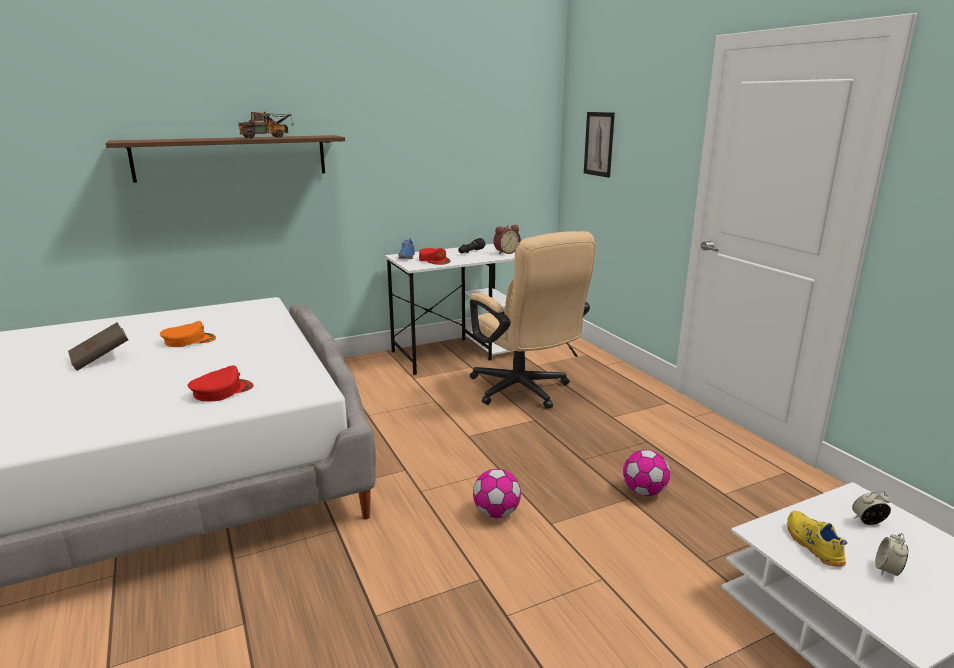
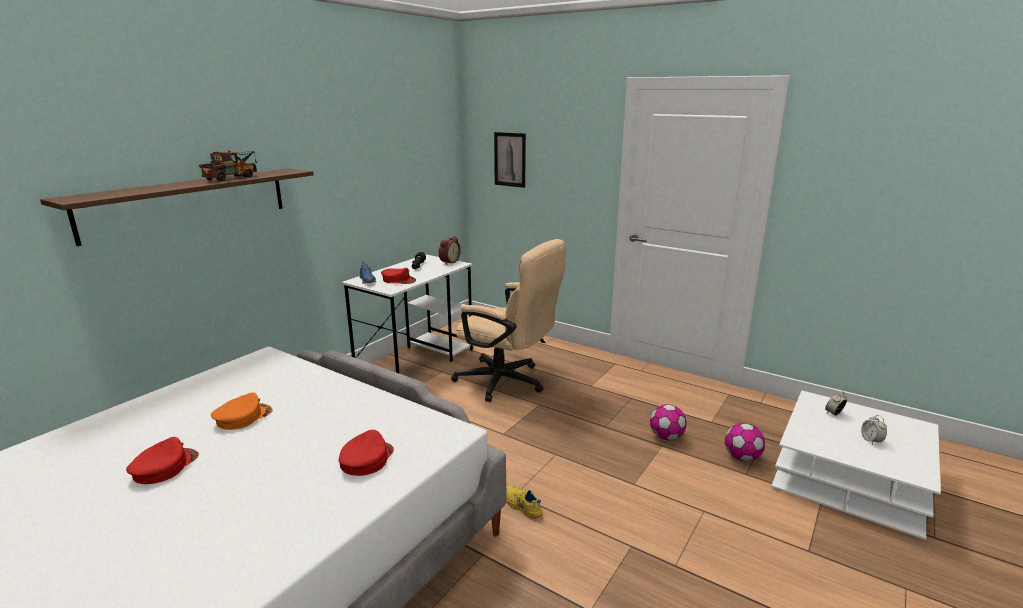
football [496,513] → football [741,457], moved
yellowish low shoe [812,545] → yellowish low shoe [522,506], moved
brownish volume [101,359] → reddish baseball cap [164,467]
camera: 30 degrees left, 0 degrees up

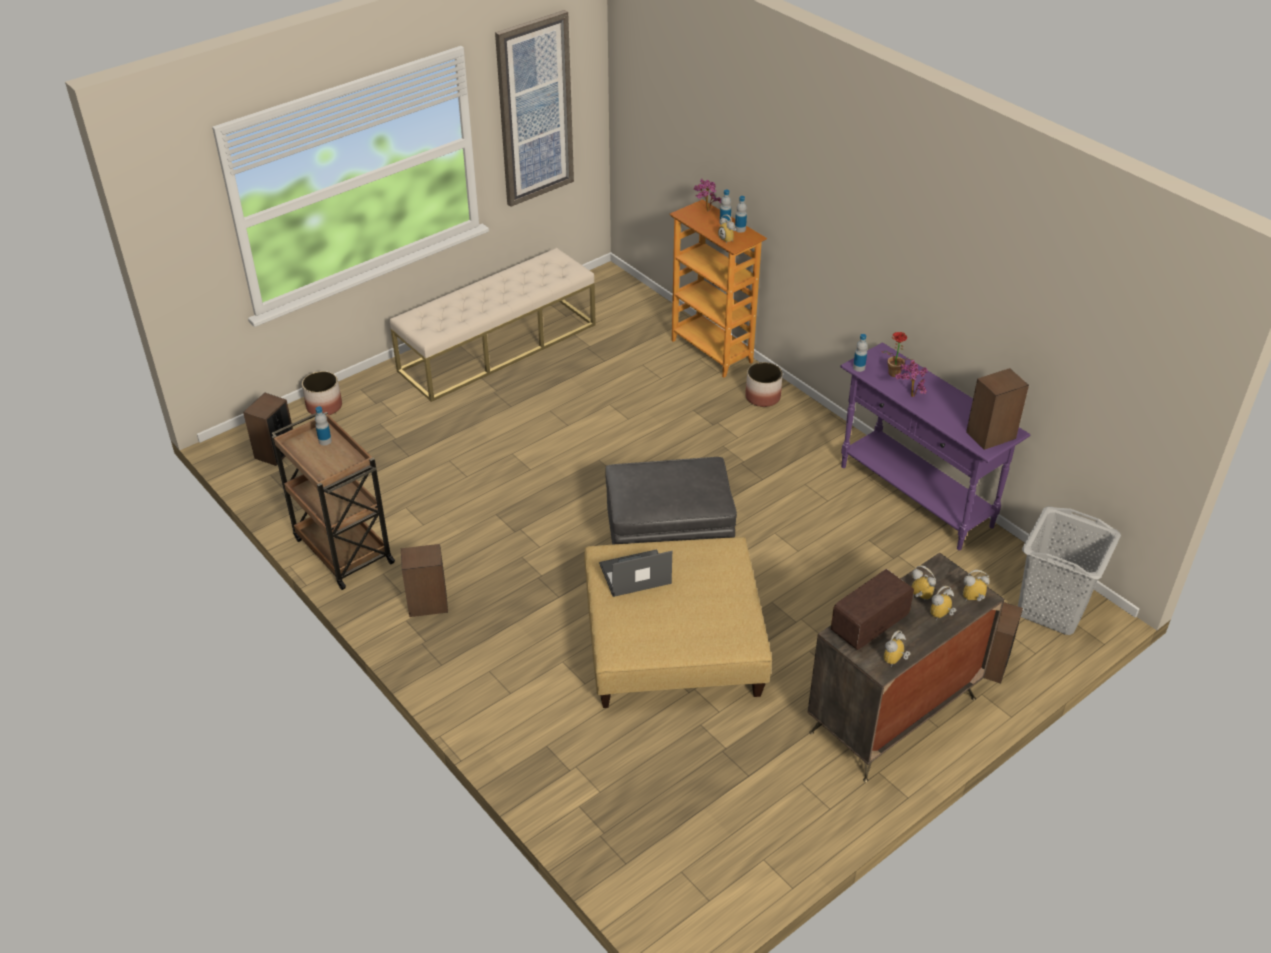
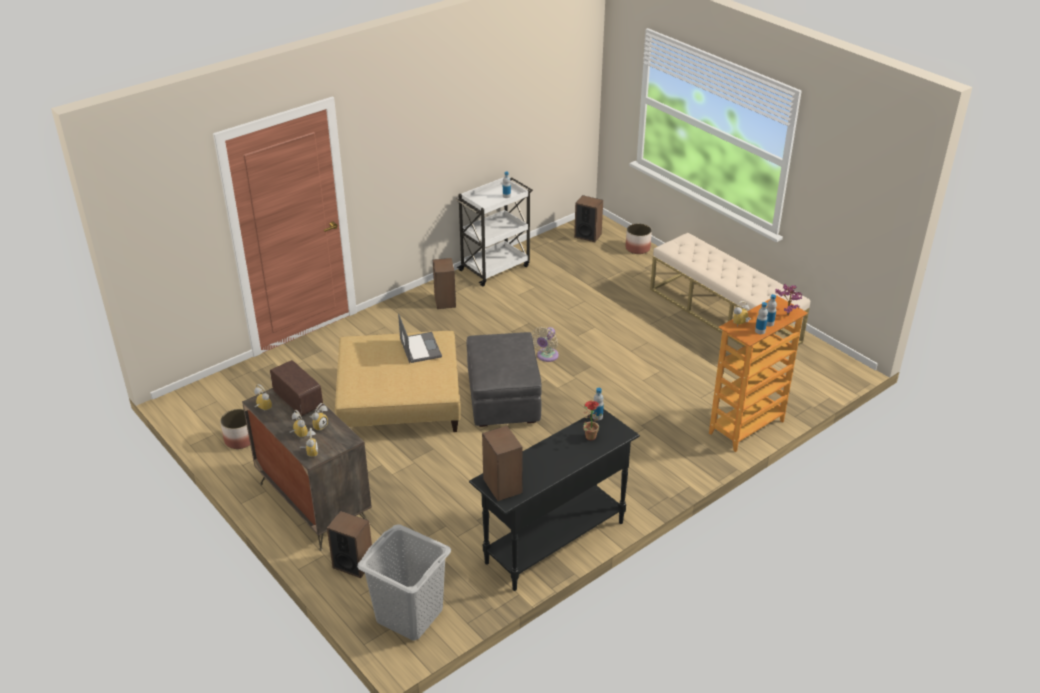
picture [534,110] → -
plant in a pot [909,396] → -
- → beige fan [546,356]
planter [763,397] → planter [240,440], moved
brownish trolley [342,549] → white trolley [495,267]
purplish hall table [915,497] → black-coloured hall table [554,542]
camera: 90 degrees right, 5 degrees down

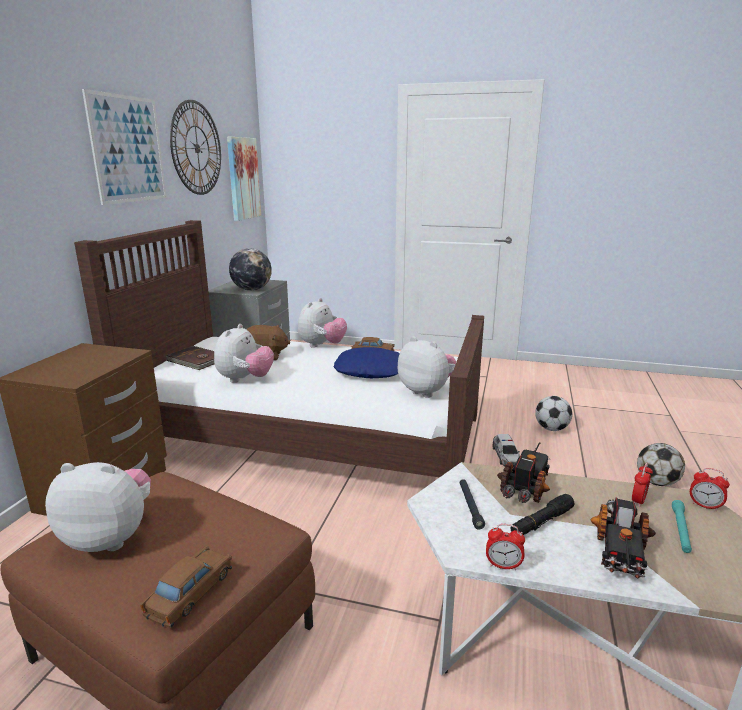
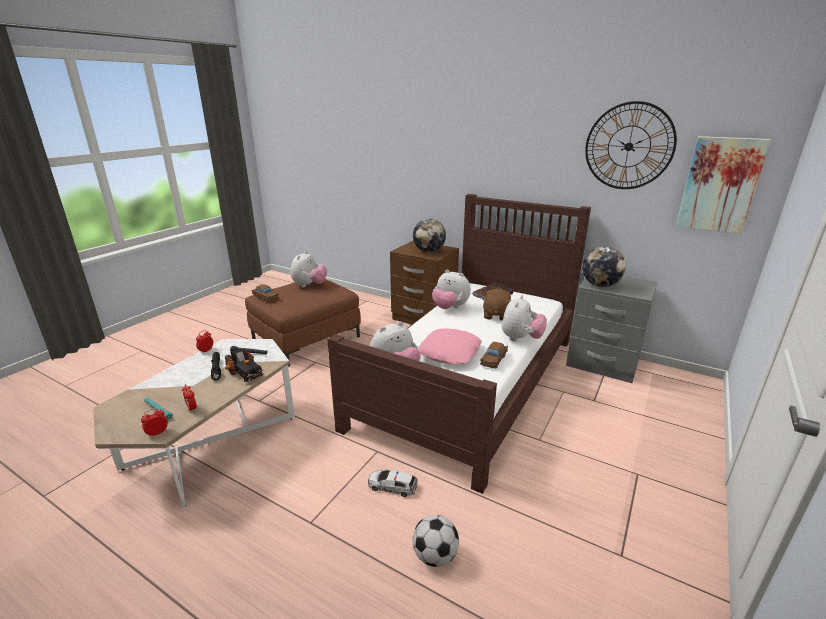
picture [128,149] → -
model truck [619,550] → -
football [656,482] → -
- → globe [429,251]
blue-coloured throw pillow [370,370] → pink throw pillow [450,352]
cuddly toy [322,345] → cuddly toy [521,339], 105 degrees counterclockwise
camera: 105 degrees right, 5 degrees up

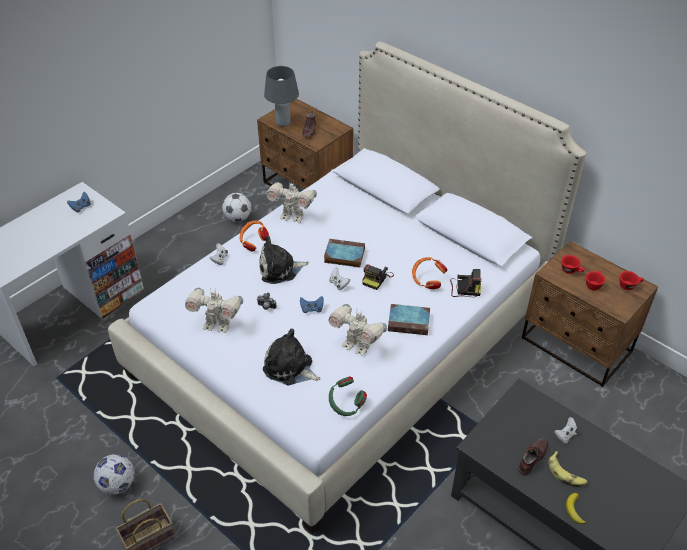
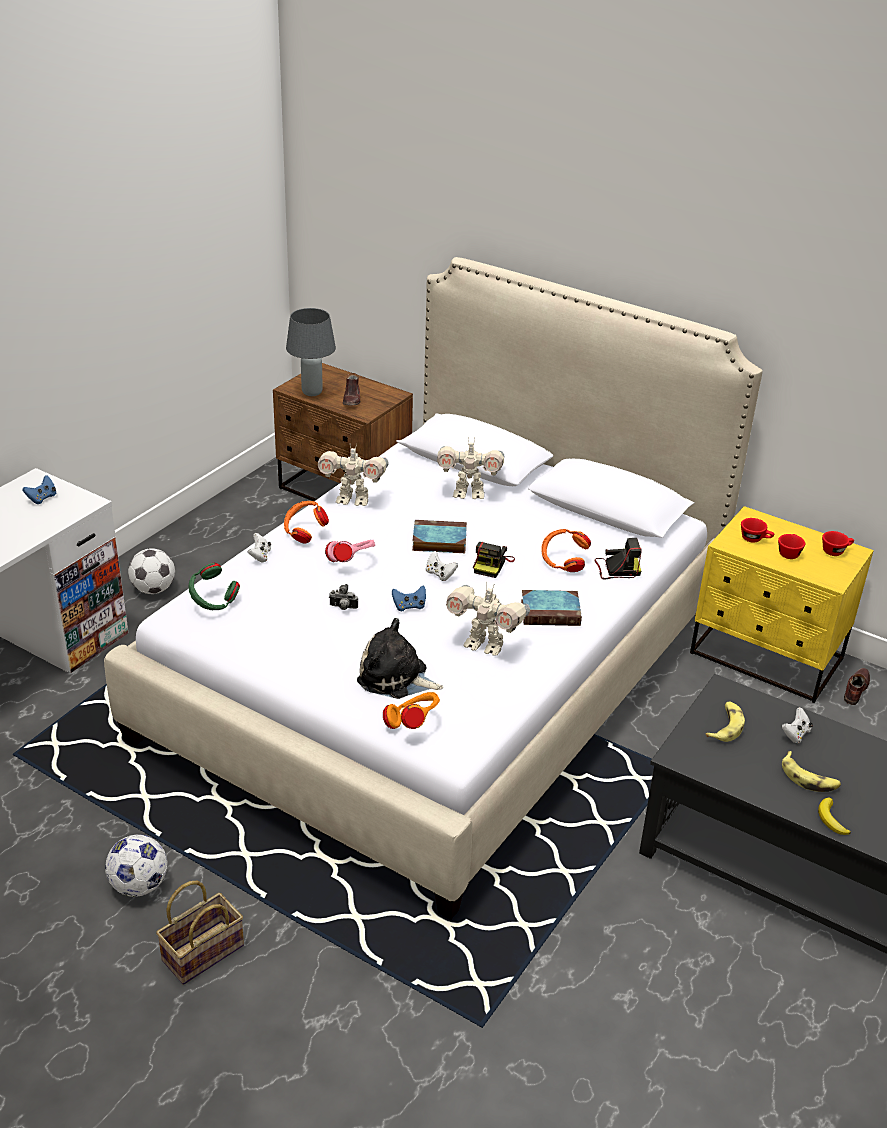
- → orangey pair of headphones [413,723]
- → banana fruit [725,726]
robot figure [217,325] → robot figure [468,493], moved
football [238,218] → football [153,589], moved
greenish pair of headphones [346,405] → greenish pair of headphones [213,603], moved
brownish low shoe [532,458] → brownish low shoe [855,689], moved
cuddly toy [280,269] → pink pair of headphones [351,562]
brownish bedside table [576,346] → yellowish bedside table [766,657]
camera: 10 degrees left, 10 degrees down

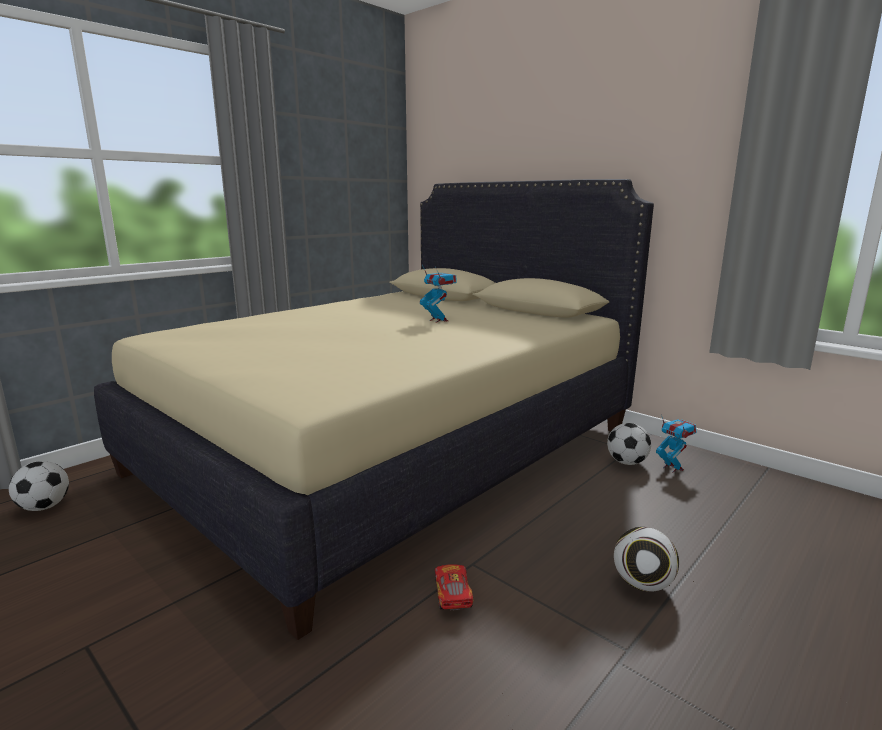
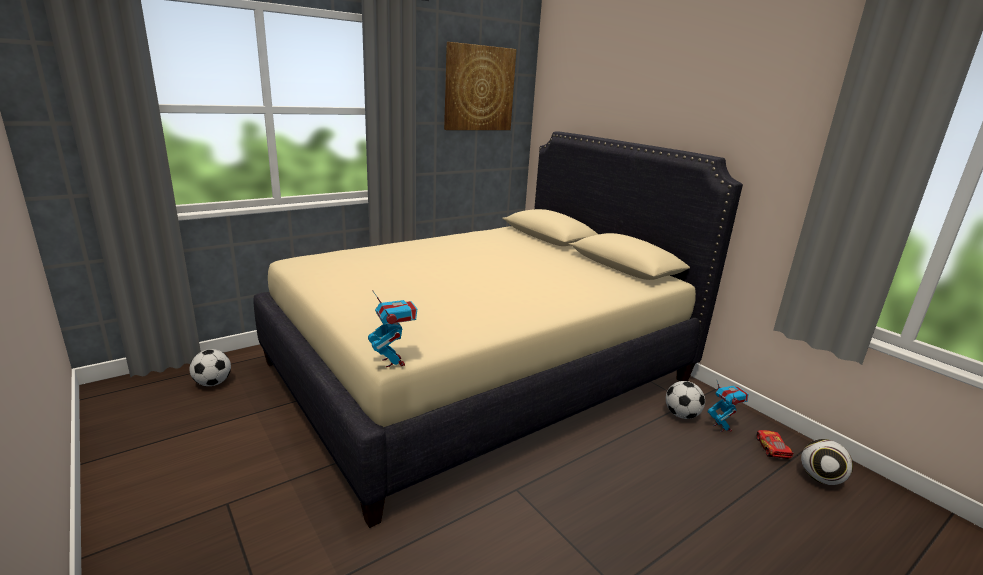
- → picture [479,88]
robot figure [438,320] → robot figure [393,361], moved
model car [452,594] → model car [772,449], moved
football [643,584] → football [820,479], moved
camera: 10 degrees right, 5 degrees up

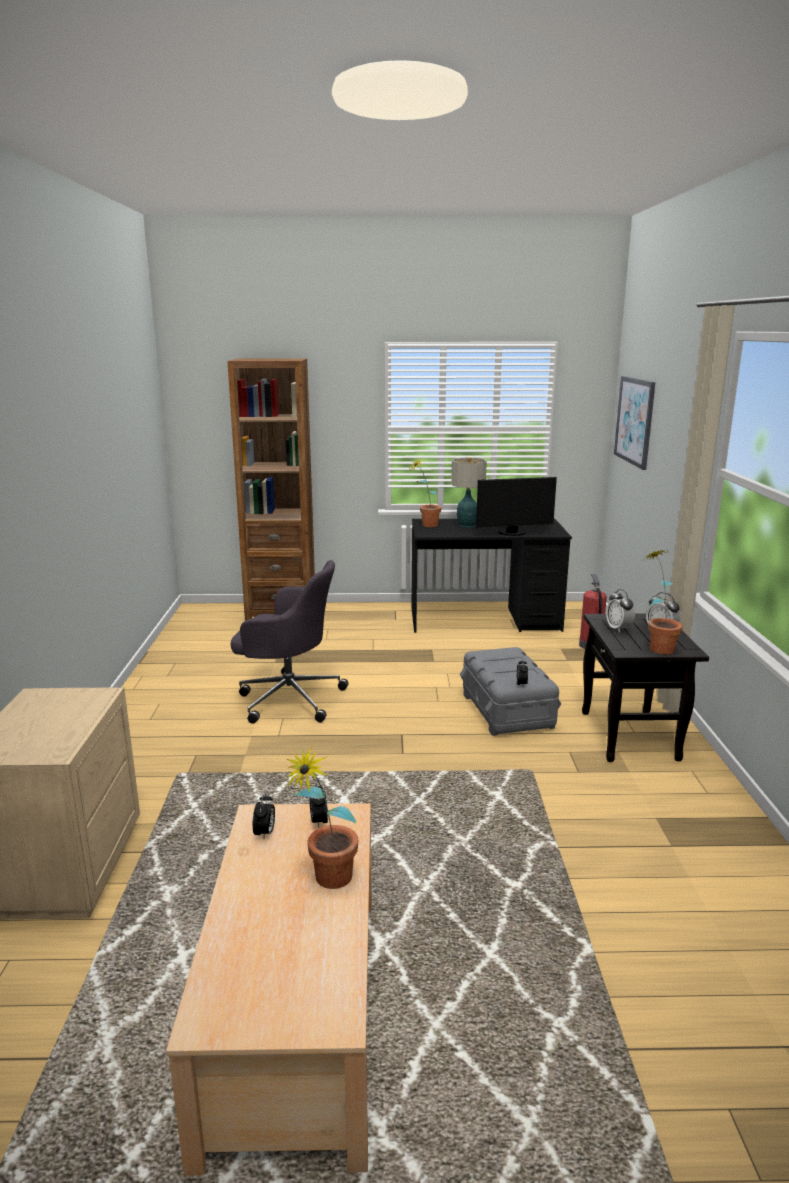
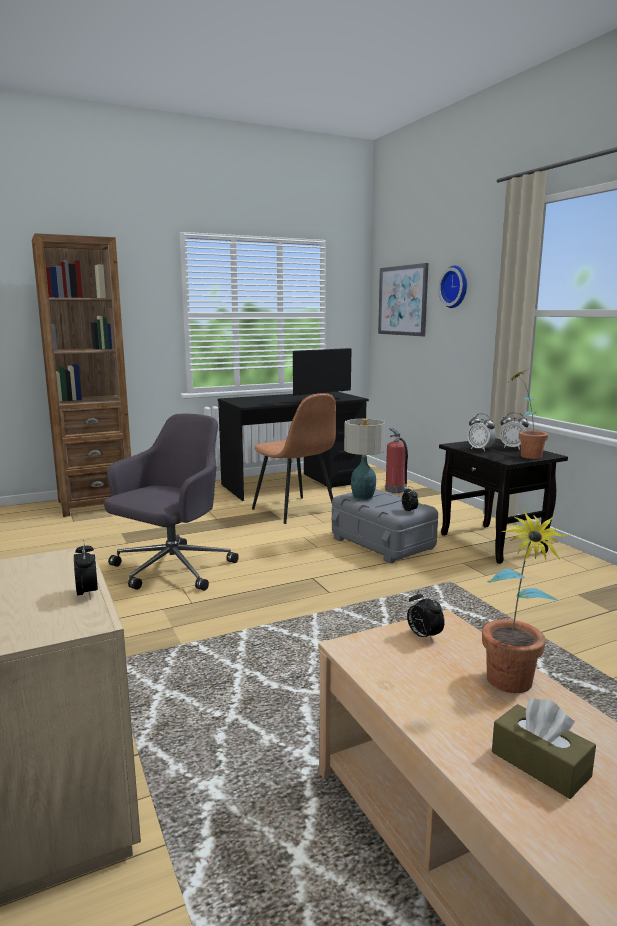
plant in a pot [425,525] → -
- → brownish upright chair [295,511]
- → wall clock [455,287]
- → brownish box of tissues [540,764]
table clock [265,833] → table clock [87,594], moved
tabletop lamp [466,525] → tabletop lamp [362,497], moved
gray computer chair [288,698] → gray computer chair [171,569], 45 degrees counterclockwise
camera: 25 degrees left, 5 degrees down

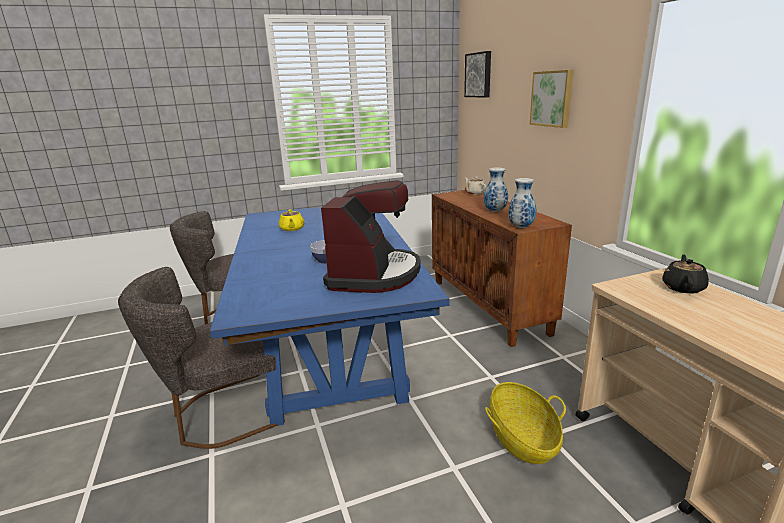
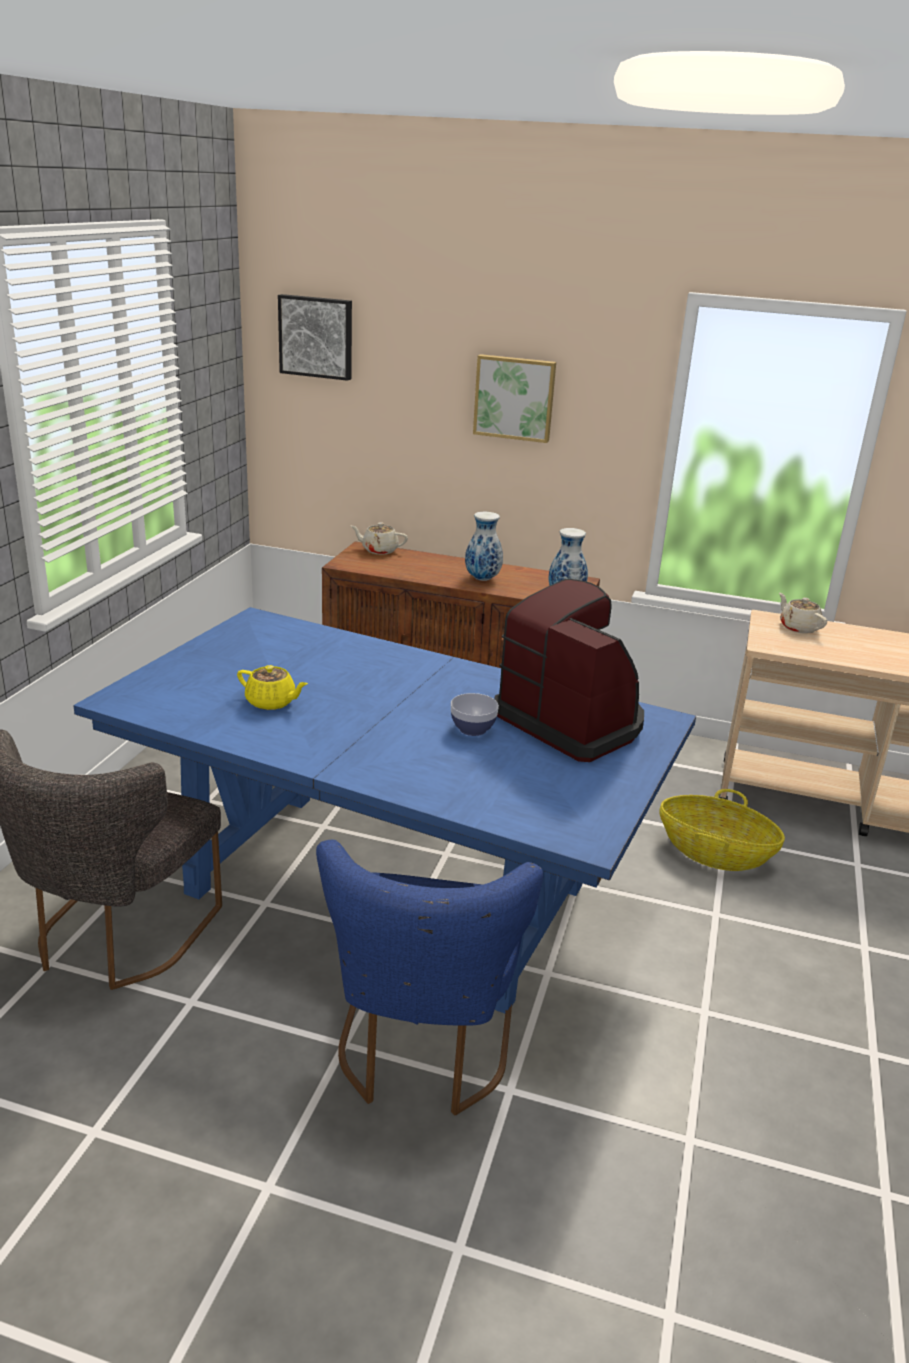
gray upright chair [221,414] → blue-coloured upright chair [422,1052]
black-coloured teapot [683,287] → beige teapot [798,627]
camera: 55 degrees left, 5 degrees up

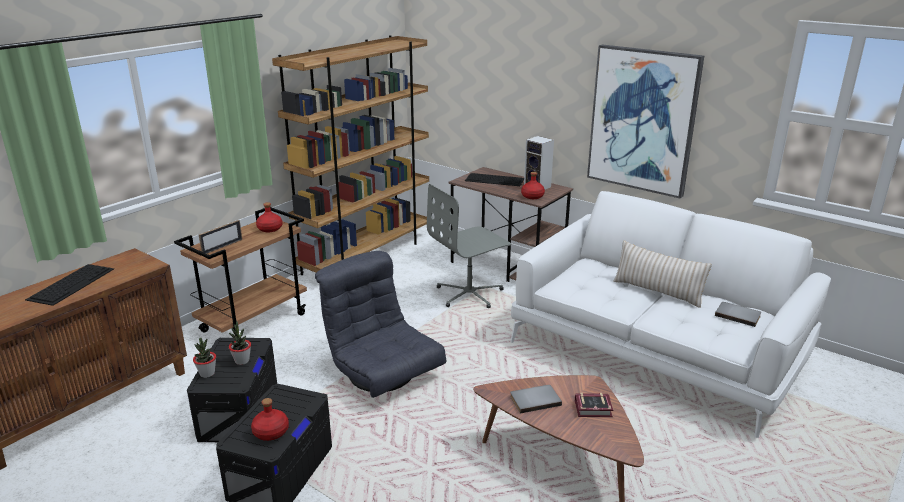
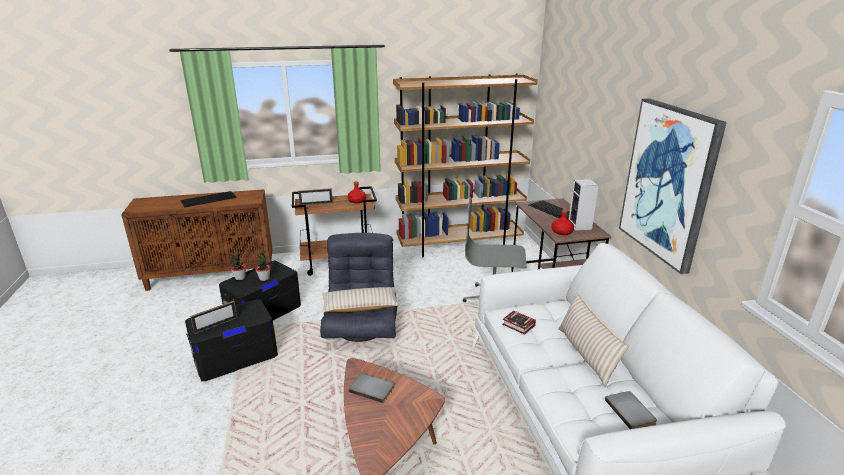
- → beige throw pillow [360,306]
volume [595,409] → volume [519,326], moved
reddish bottle [270,432] → picture frame [216,325]
camera: 40 degrees right, 0 degrees up

